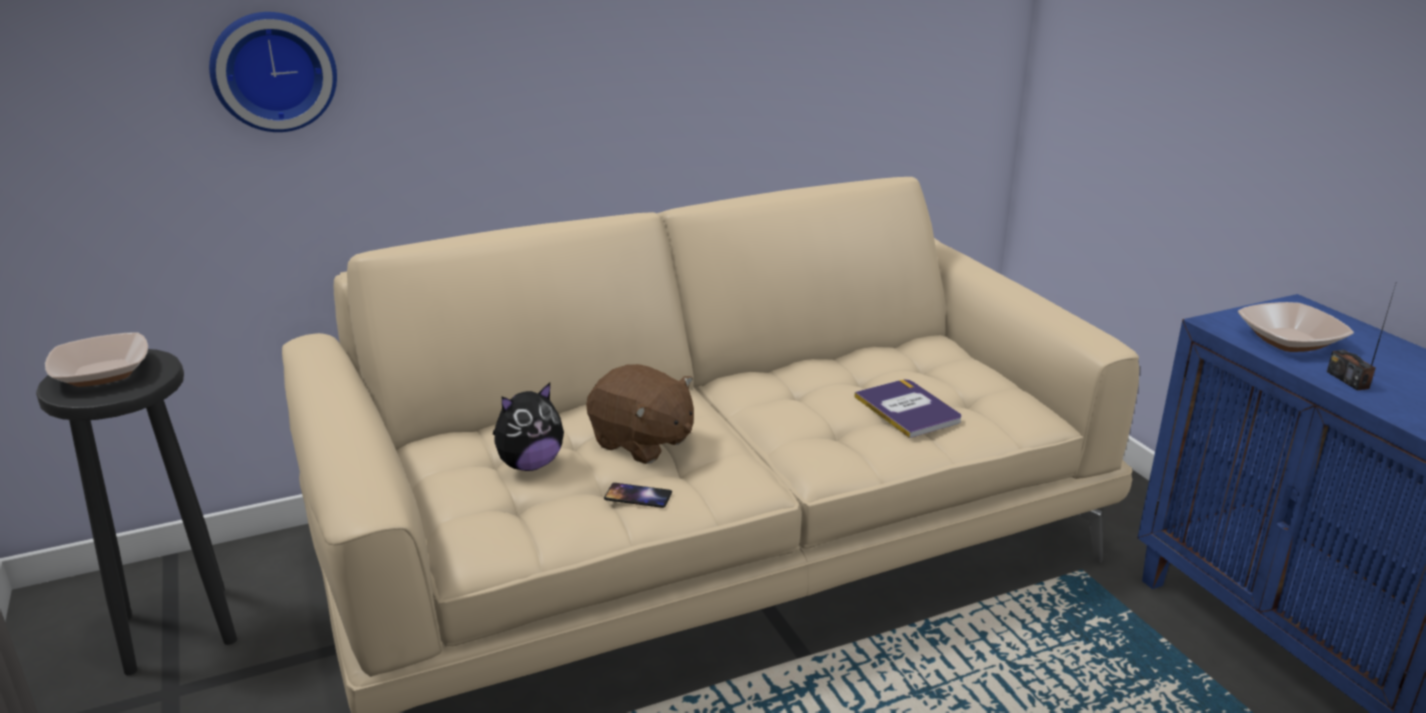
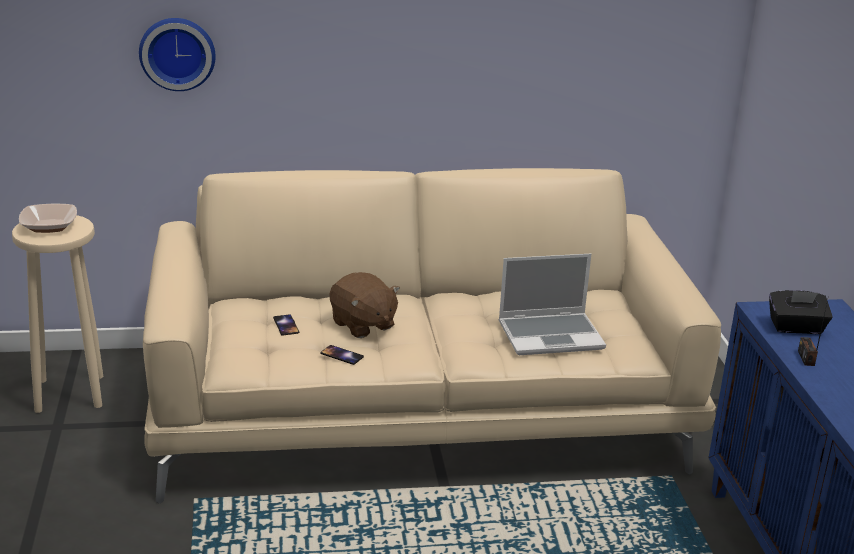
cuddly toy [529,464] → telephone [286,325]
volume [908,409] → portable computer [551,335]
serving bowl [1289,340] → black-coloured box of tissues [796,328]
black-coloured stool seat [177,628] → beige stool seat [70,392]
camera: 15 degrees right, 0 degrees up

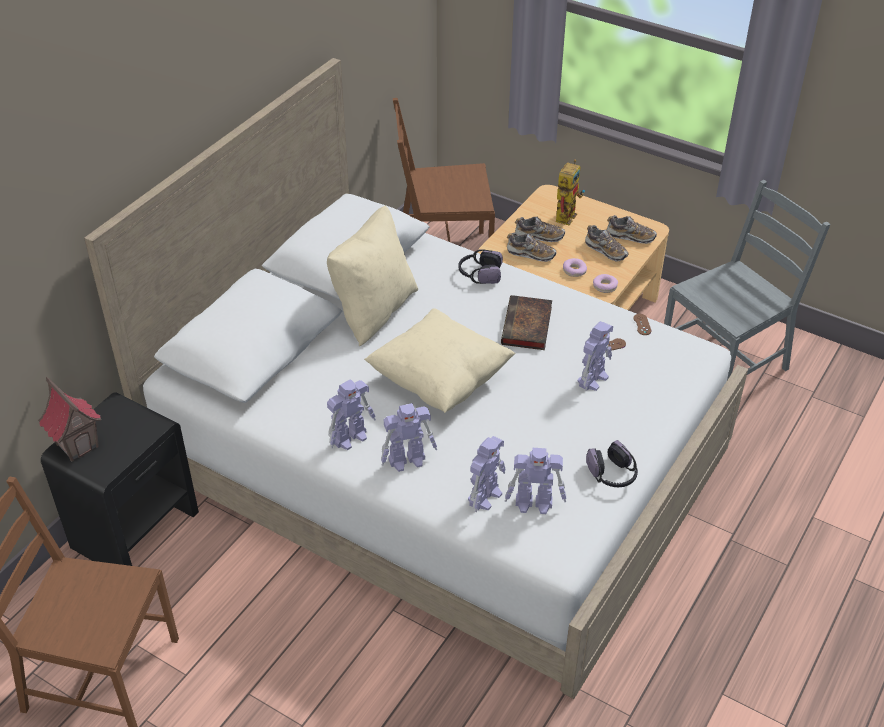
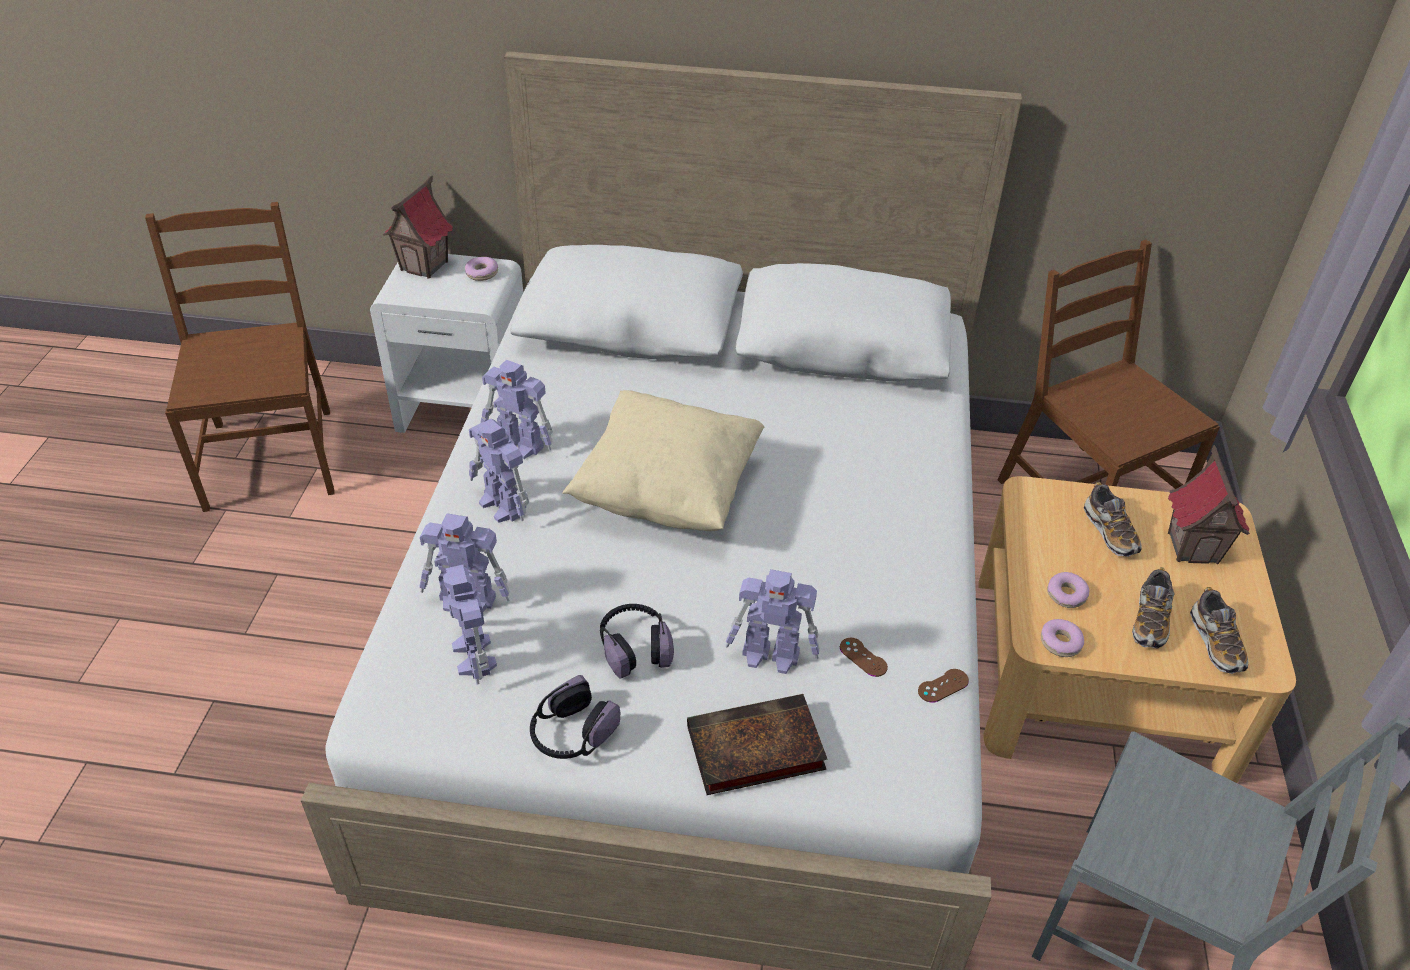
beige throw pillow [373,311] → -
low shoe [531,254] → -
- → doughnut [482,273]
pair of headphones [479,274] → pair of headphones [635,647], moved
volume [527,327] → volume [752,750], moved
robot figure [566,214] → model house [1193,547]
black-coloured bedside table [136,529] → white bedside table [466,409]
camera: 65 degrees right, 0 degrees up

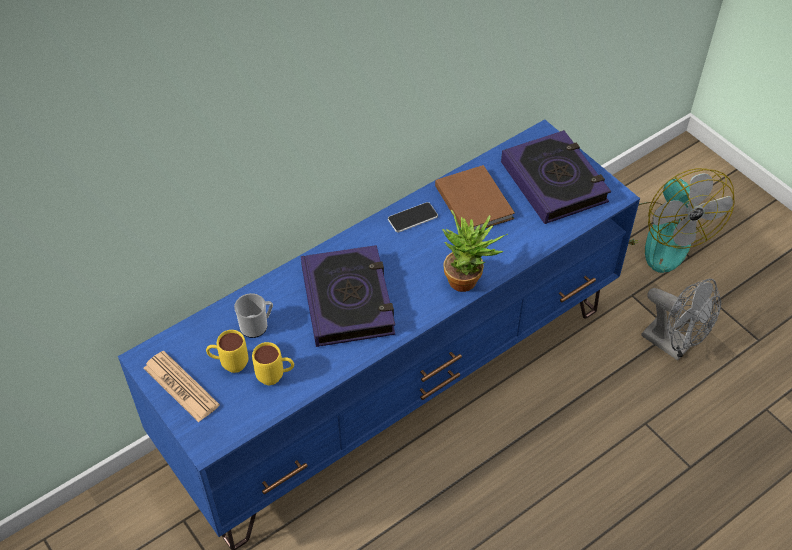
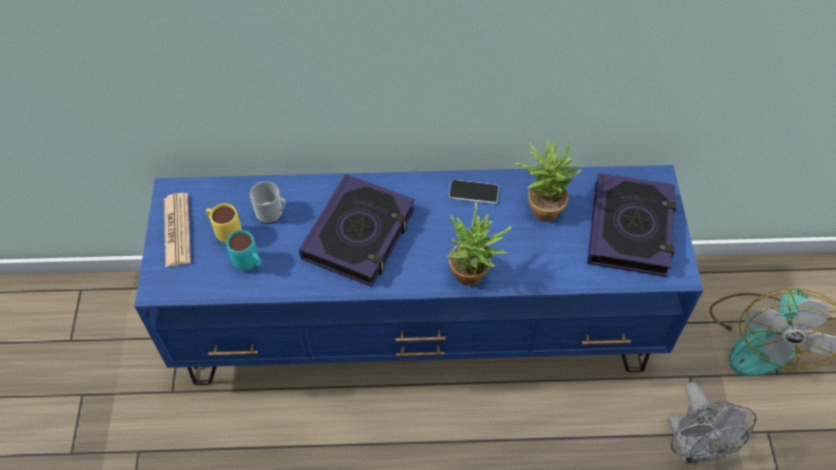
brownish volume [474,200] → plant in a pot [541,206]
yellowish tea mug [276,377] → turquoise tea mug [250,266]
camera: 35 degrees right, 5 degrees up

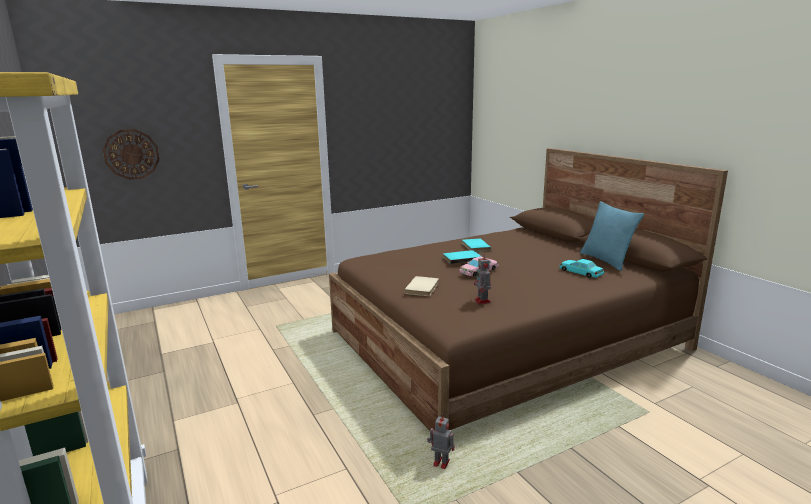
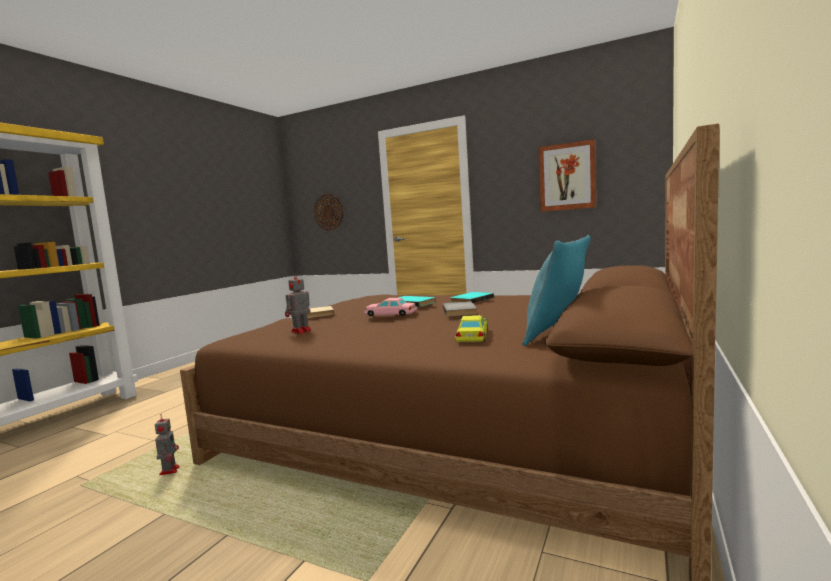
- → gray volume [461,311]
- → picture [567,177]
turquoise model car [580,272] → yellowish model car [472,335]
camera: 55 degrees right, 10 degrees down

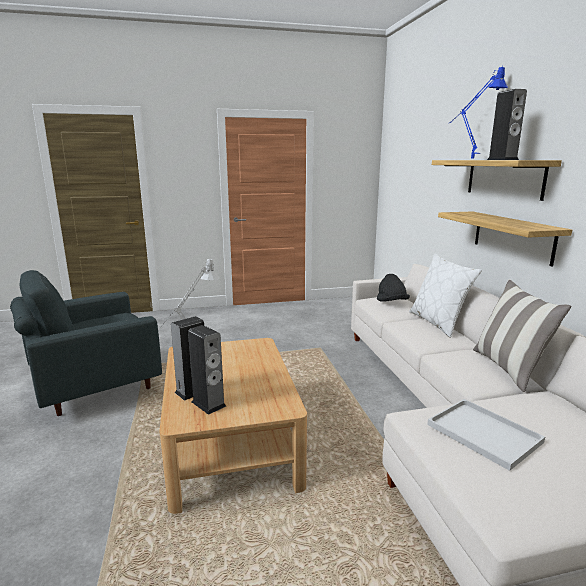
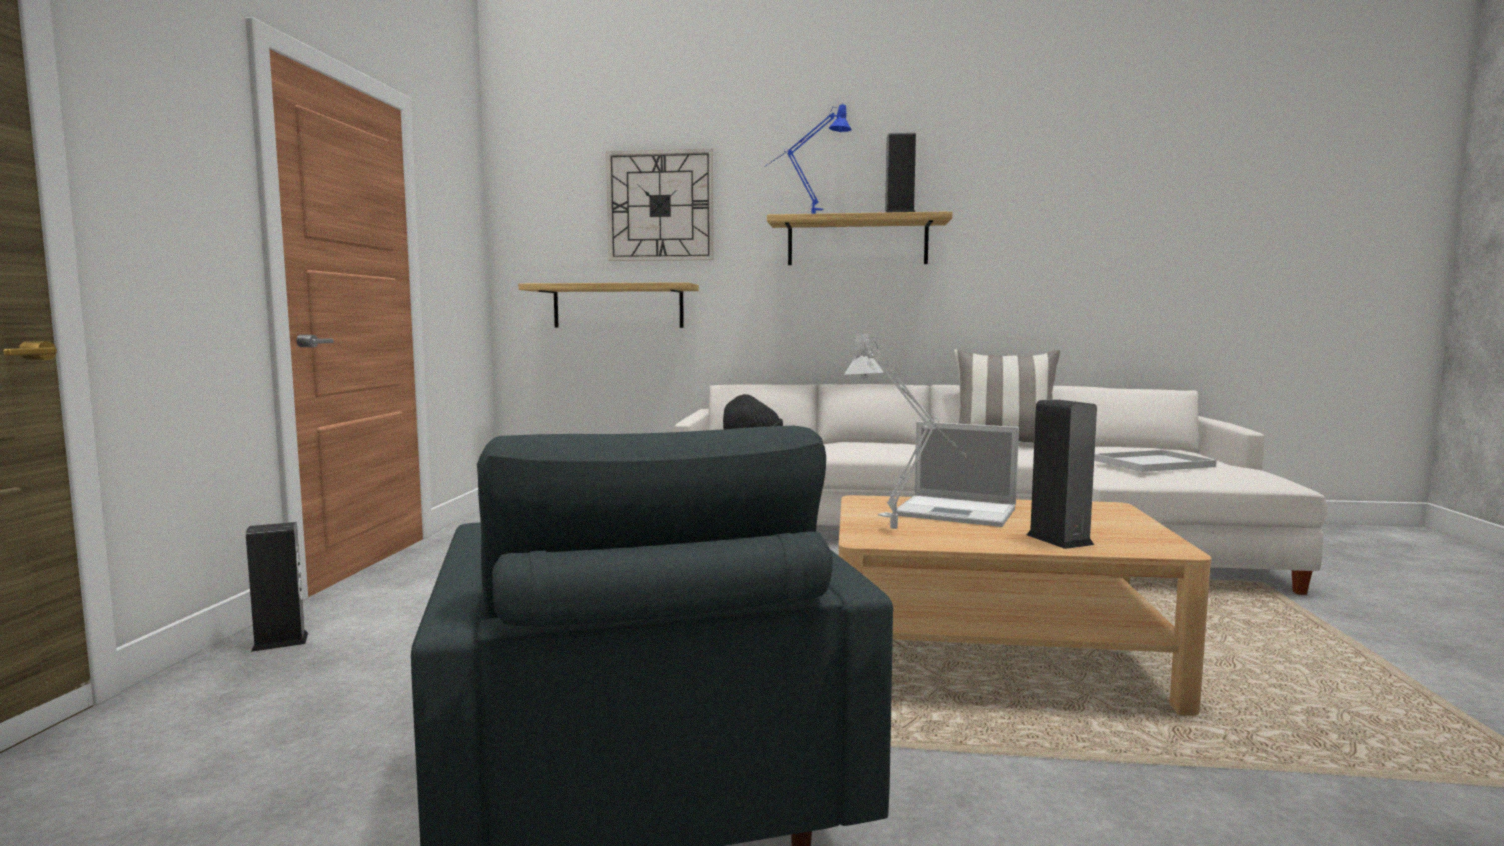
white throw pillow [438,323] → -
- → wall clock [660,206]
- → portable computer [958,512]
audio speaker [208,404] → audio speaker [280,642], moved
bracket shelf [512,236] → bracket shelf [618,306], moved
camera: 70 degrees left, 10 degrees down

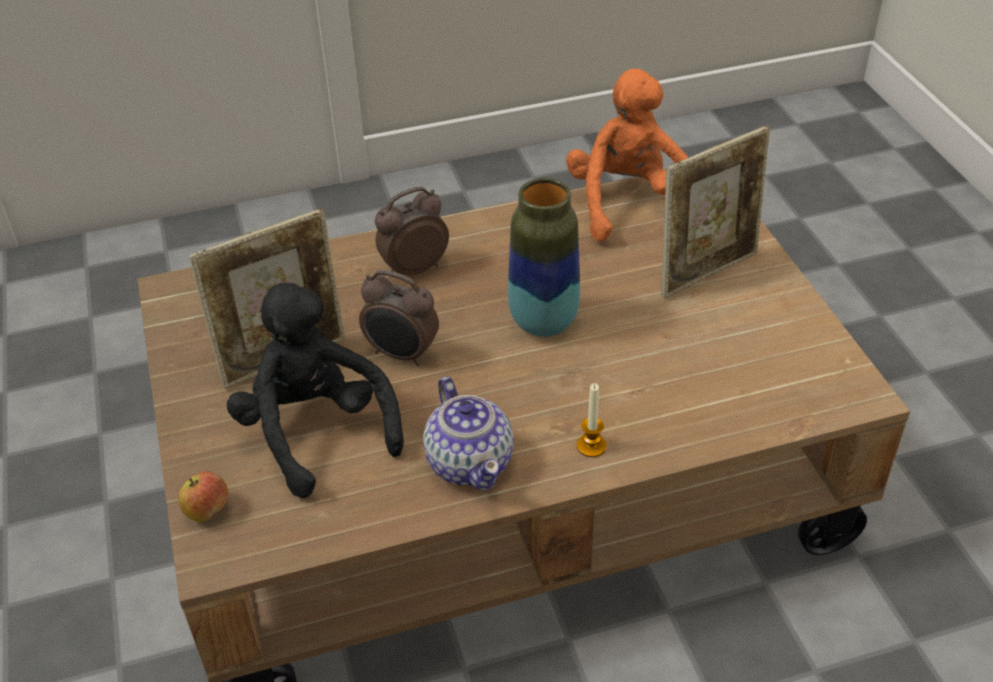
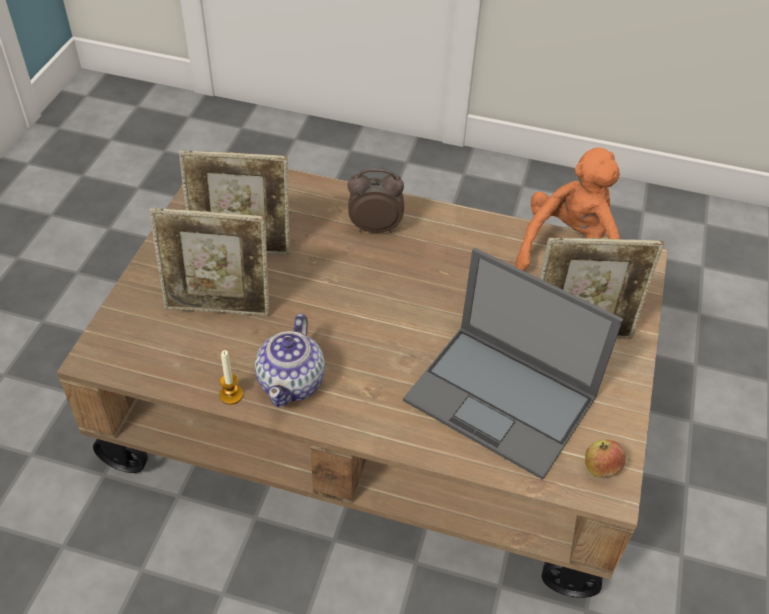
table clock [401,355] → -
flower vase [543,322] → -
- → portable computer [502,399]
whole apple [207,511] → whole apple [601,468], moved
wax candle [591,446] → wax candle [231,395], moved
black-coloured cuddly toy [316,431] → picture frame [219,308]
camera: 30 degrees right, 5 degrees up

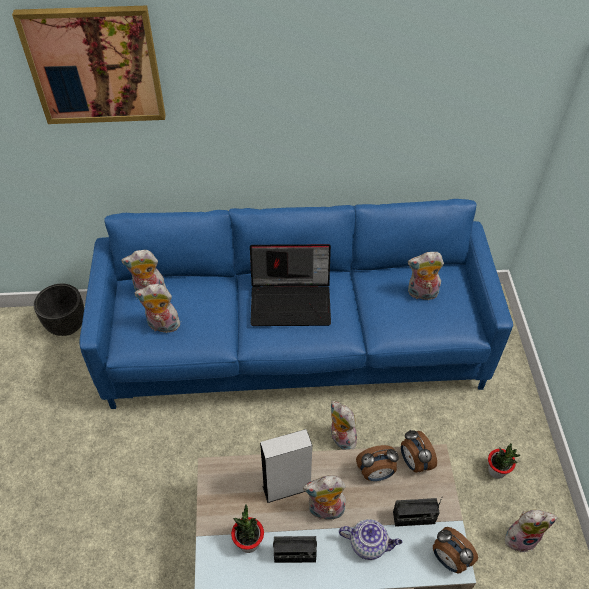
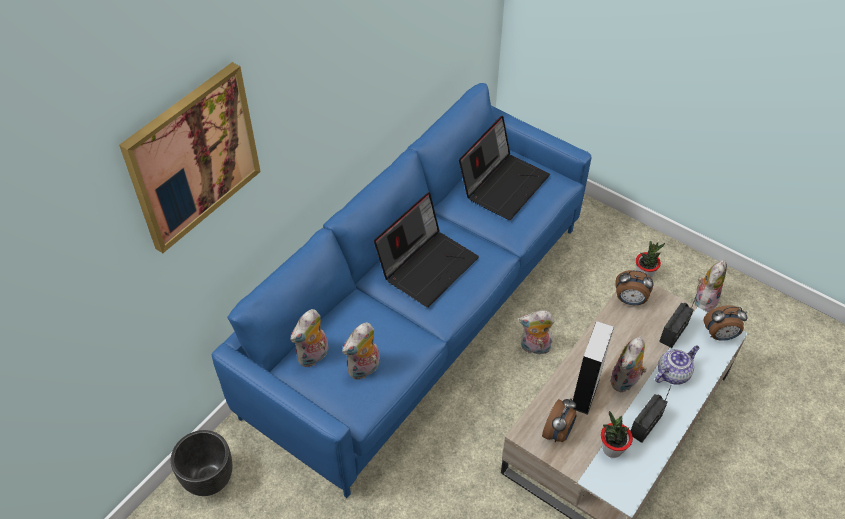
table clock [376,473] → table clock [558,432], moved
cuddly toy [421,294] → portable computer [503,184]
camera: 50 degrees left, 0 degrees up

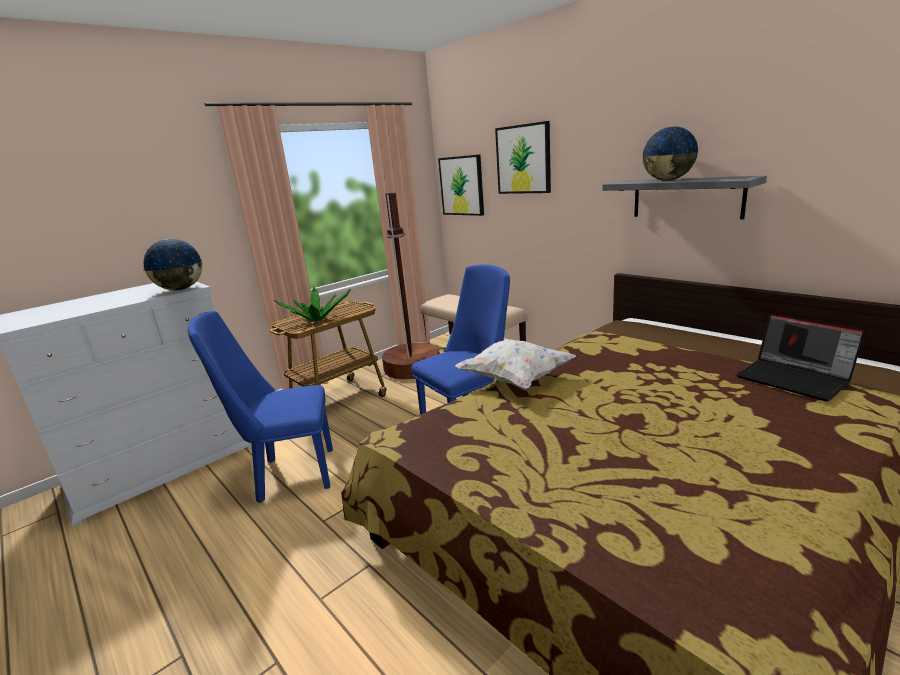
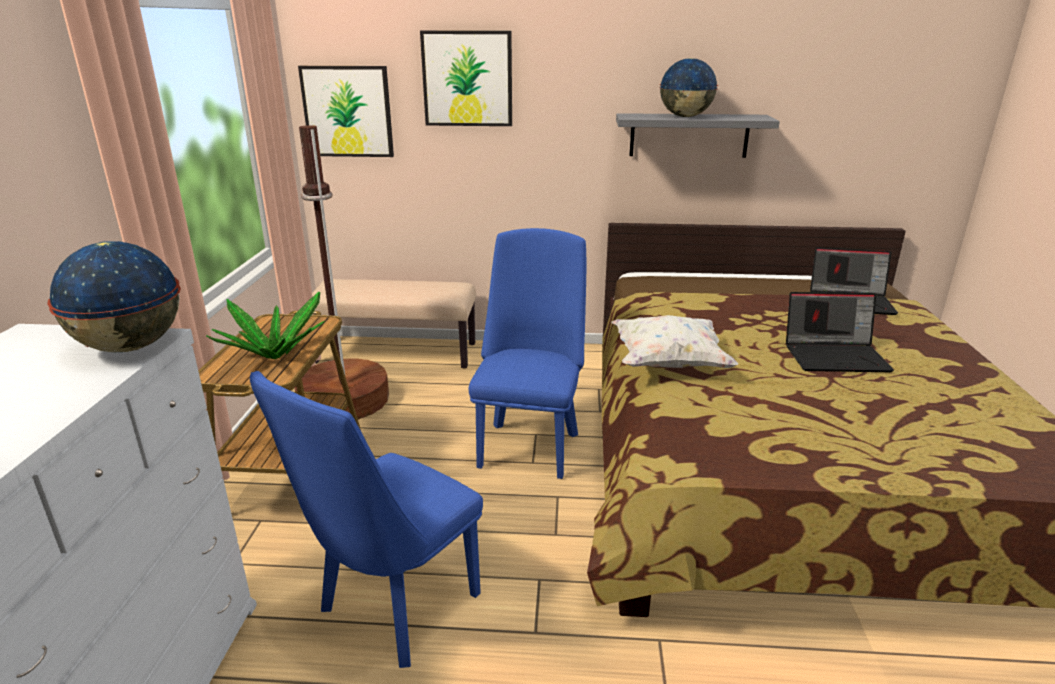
- → portable computer [835,356]
camera: 45 degrees left, 5 degrees up

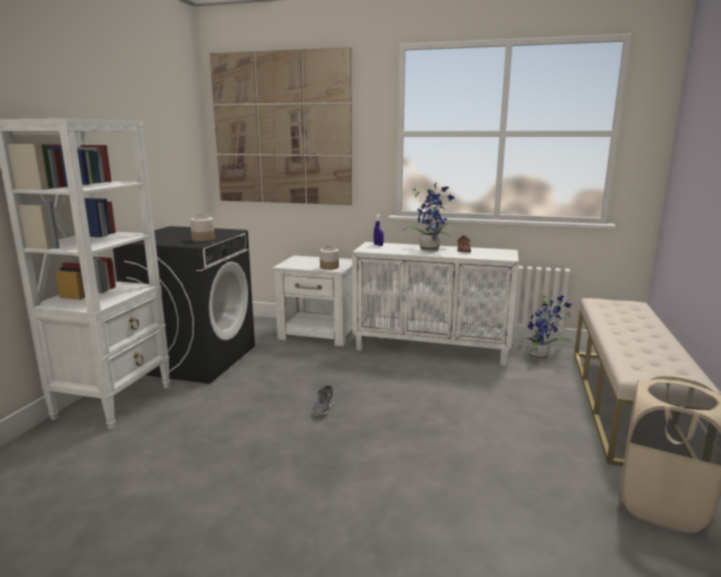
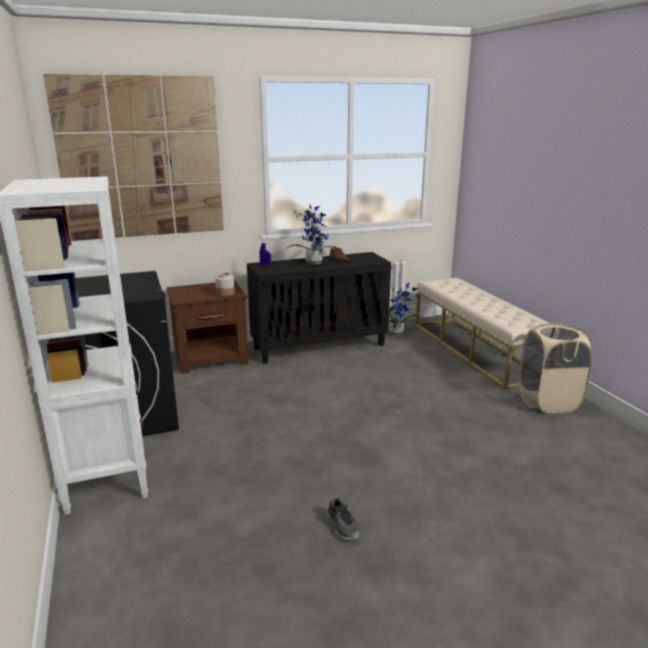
jar [203,239] → -
low shoe [323,408] → low shoe [343,527], moved
white bedside table [319,333] → brownish bedside table [212,358]
white cupboard [432,348] → black-coloured cupboard [320,346]
camera: 35 degrees left, 5 degrees up

